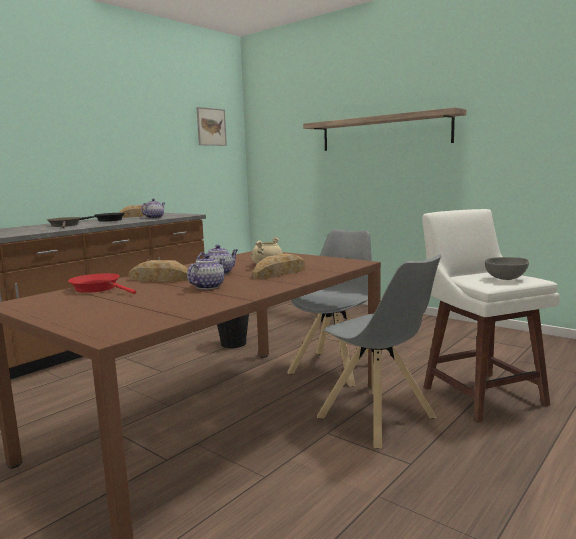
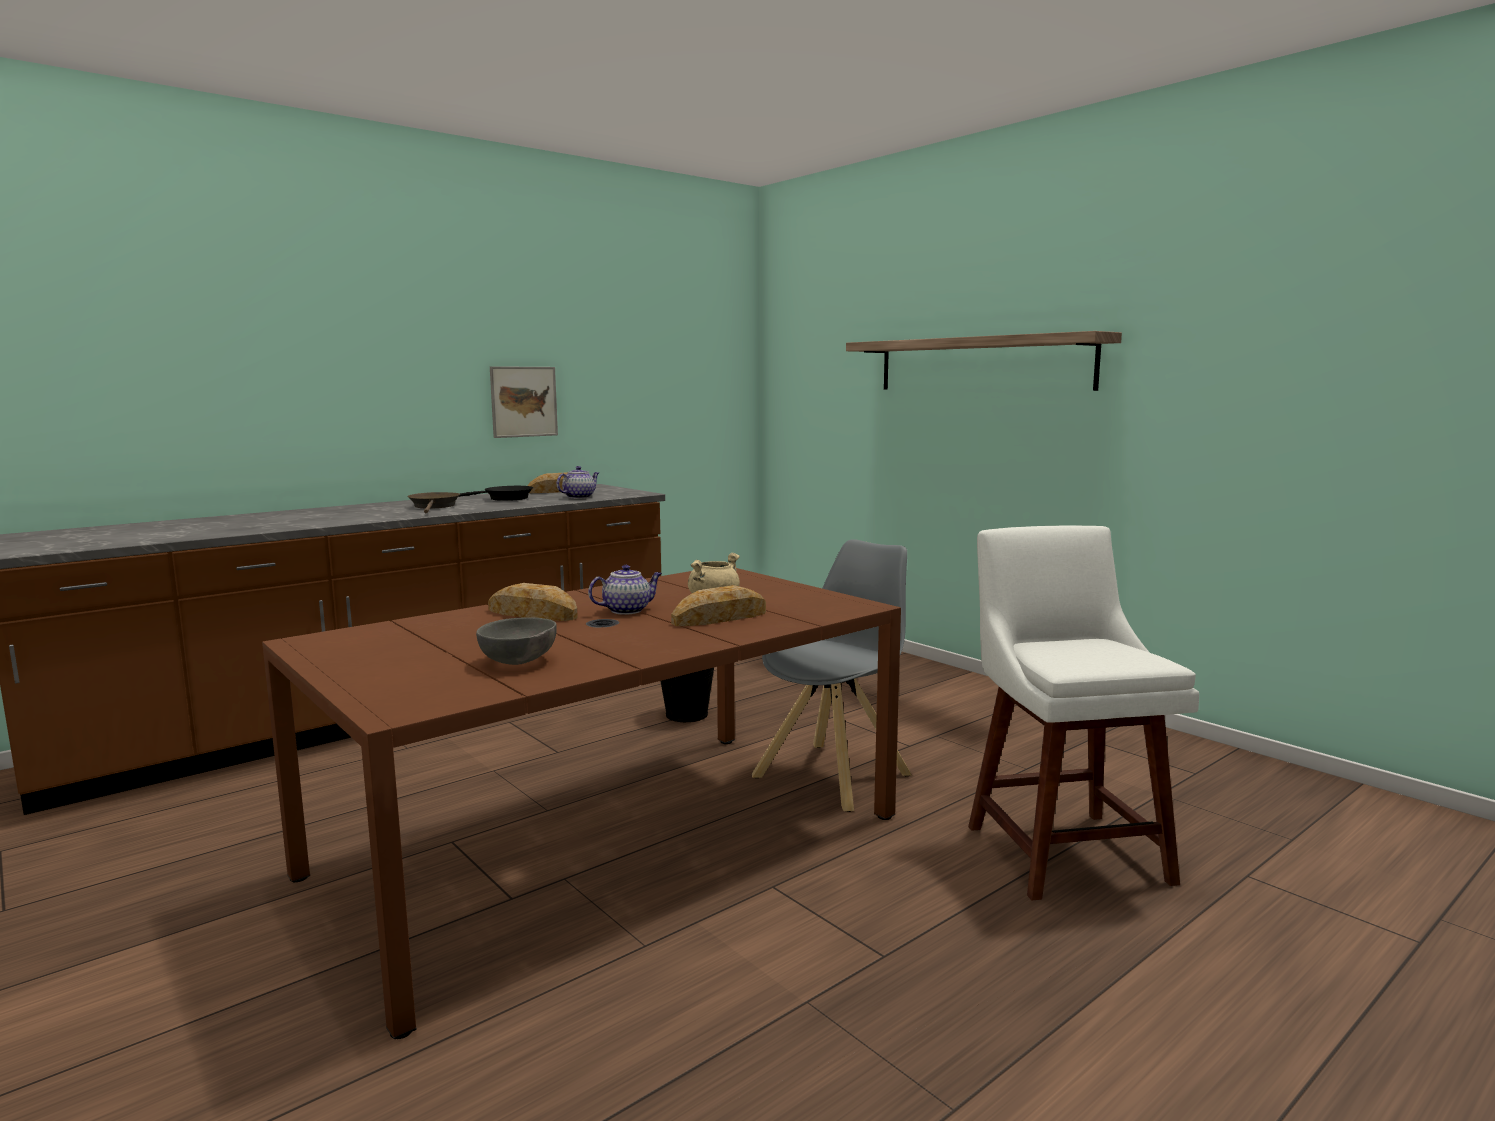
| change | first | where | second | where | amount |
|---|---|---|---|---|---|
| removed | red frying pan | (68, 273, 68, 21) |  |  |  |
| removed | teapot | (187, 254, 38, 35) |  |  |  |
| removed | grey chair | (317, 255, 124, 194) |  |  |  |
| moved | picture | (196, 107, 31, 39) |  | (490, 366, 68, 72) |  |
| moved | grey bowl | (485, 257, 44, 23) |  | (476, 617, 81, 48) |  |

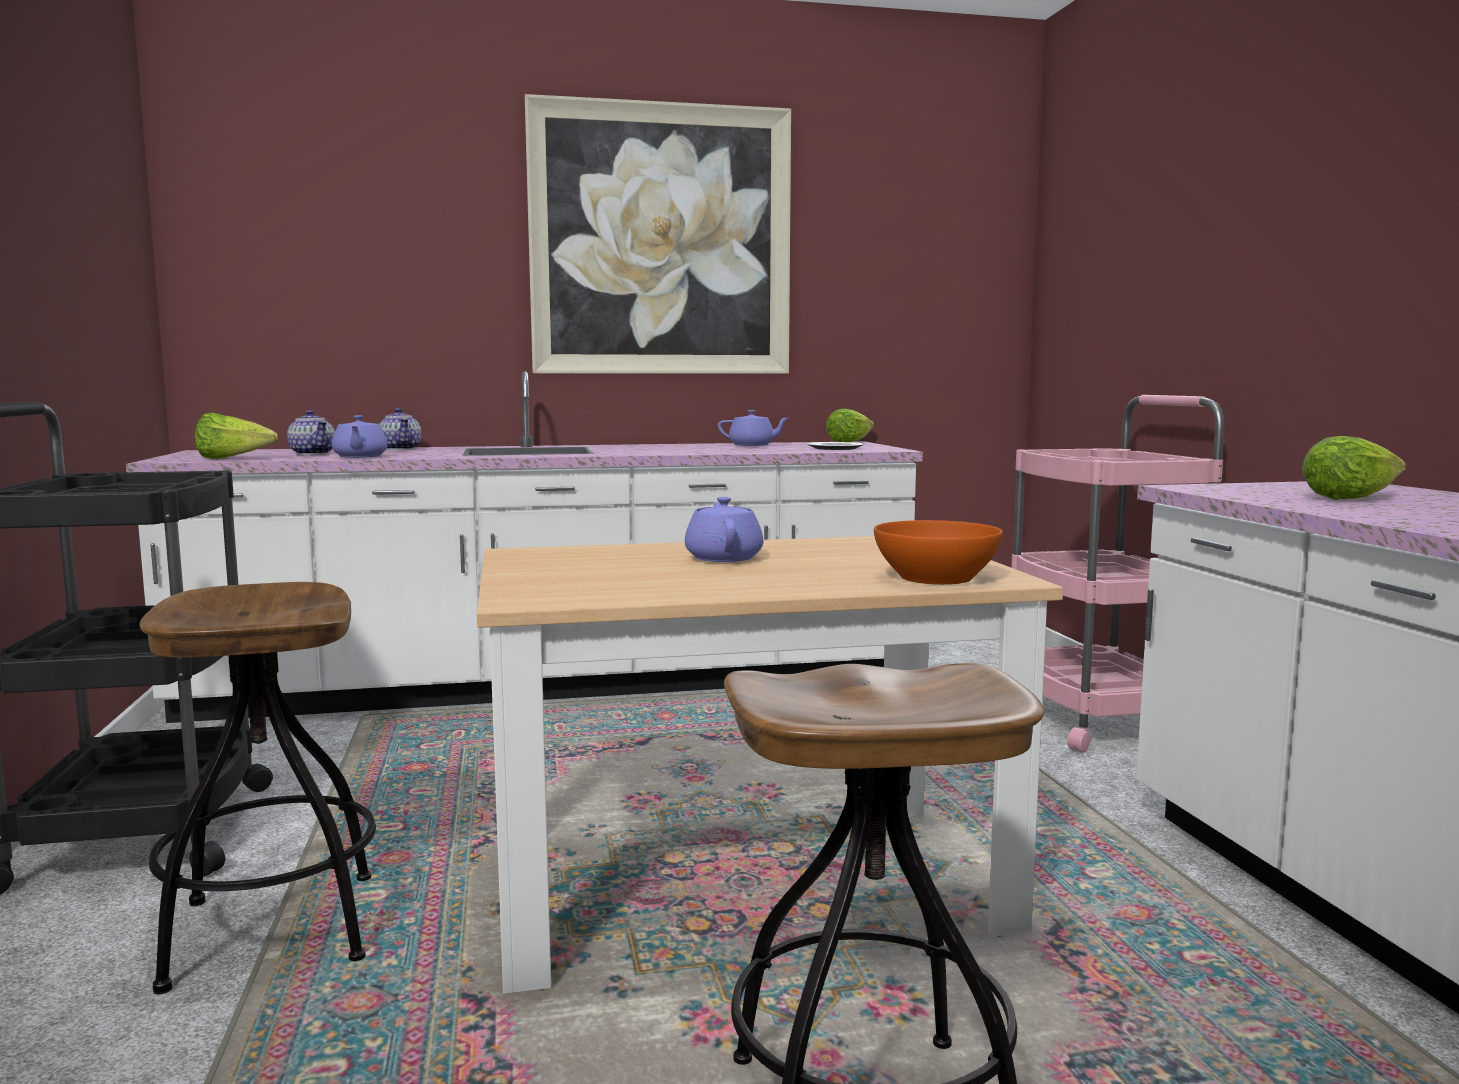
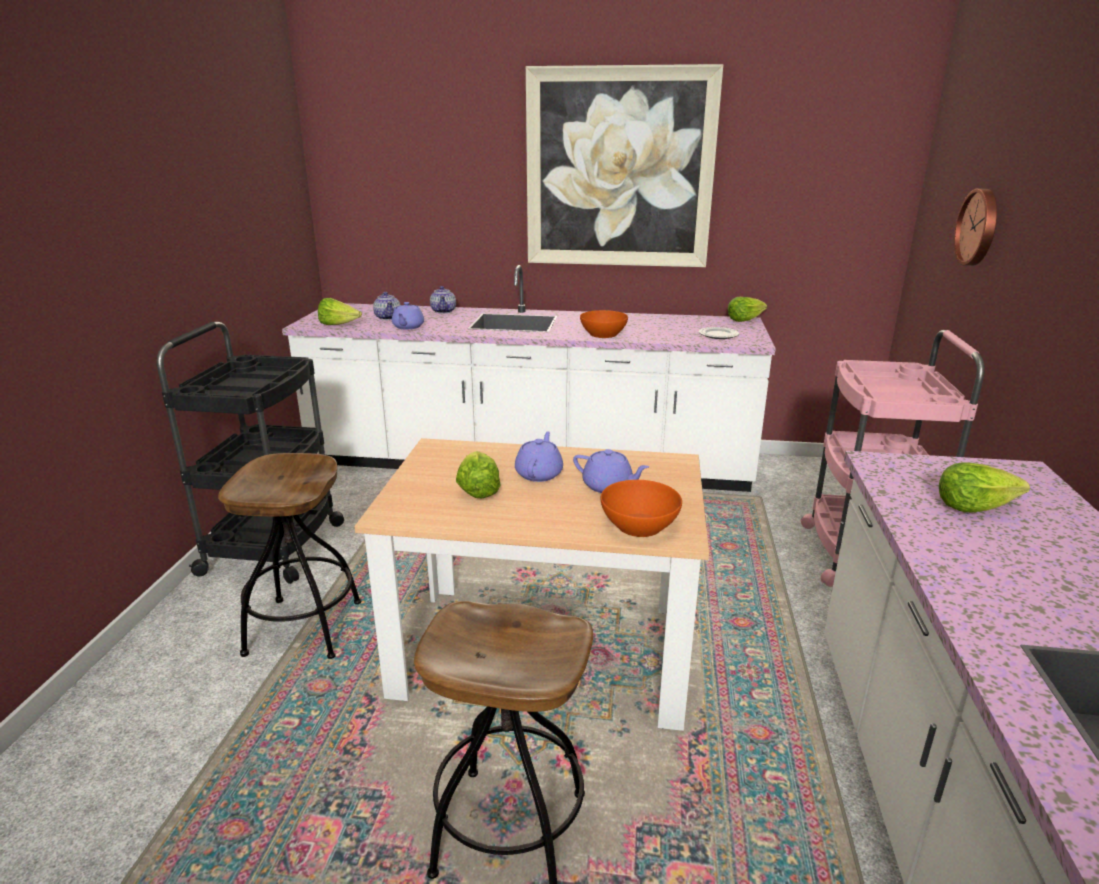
| change | first | where | second | where | amount |
|---|---|---|---|---|---|
| added |  |  | lettuce | (456, 451, 44, 47) |  |
| added |  |  | orange bowl | (580, 310, 48, 28) |  |
| added |  |  | wall clock | (954, 189, 43, 77) |  |
| moved | purple teapot | (718, 410, 71, 36) |  | (573, 449, 76, 44) |  |

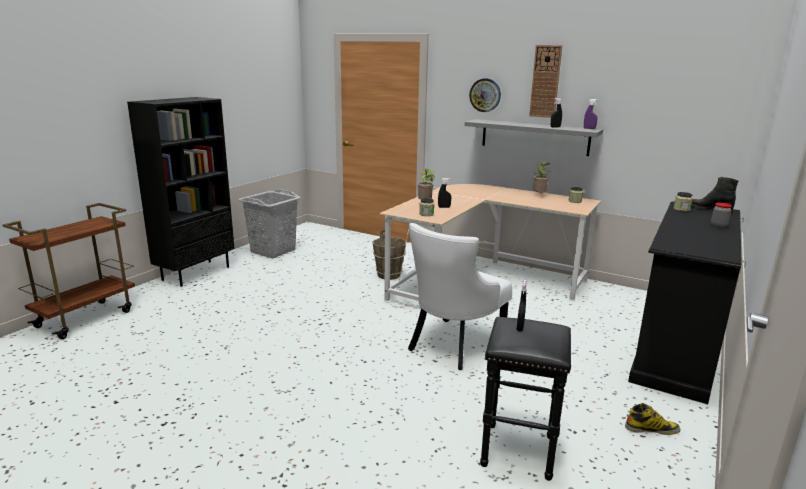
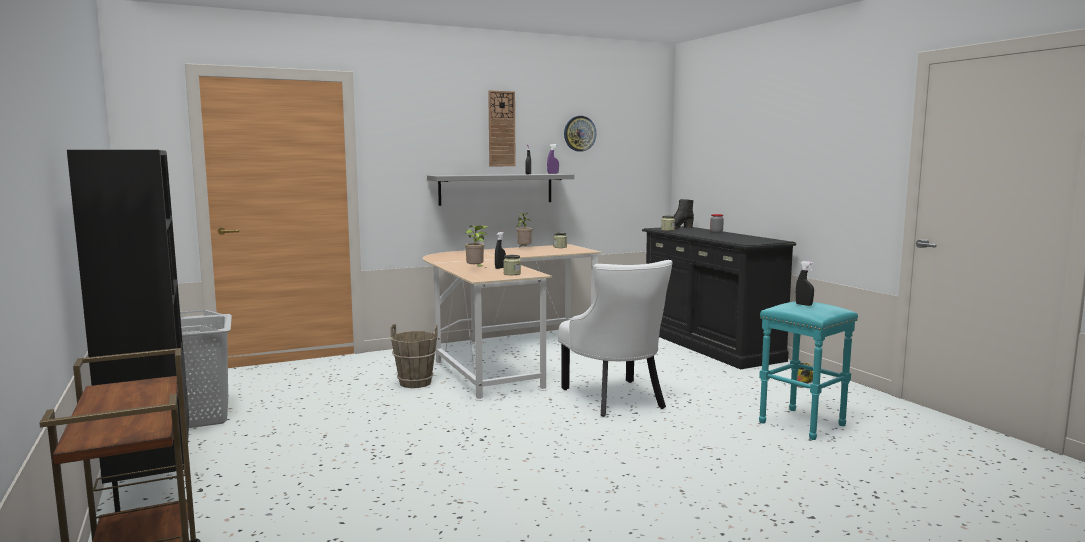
| change | first | where | second | where | amount |
|---|---|---|---|---|---|
| moved | wall clock | (469, 78, 32, 34) |  | (564, 116, 32, 36) |  |
| recoloured | black stool | (480, 317, 91, 164) | turquoise stool | (759, 302, 99, 138) |  |

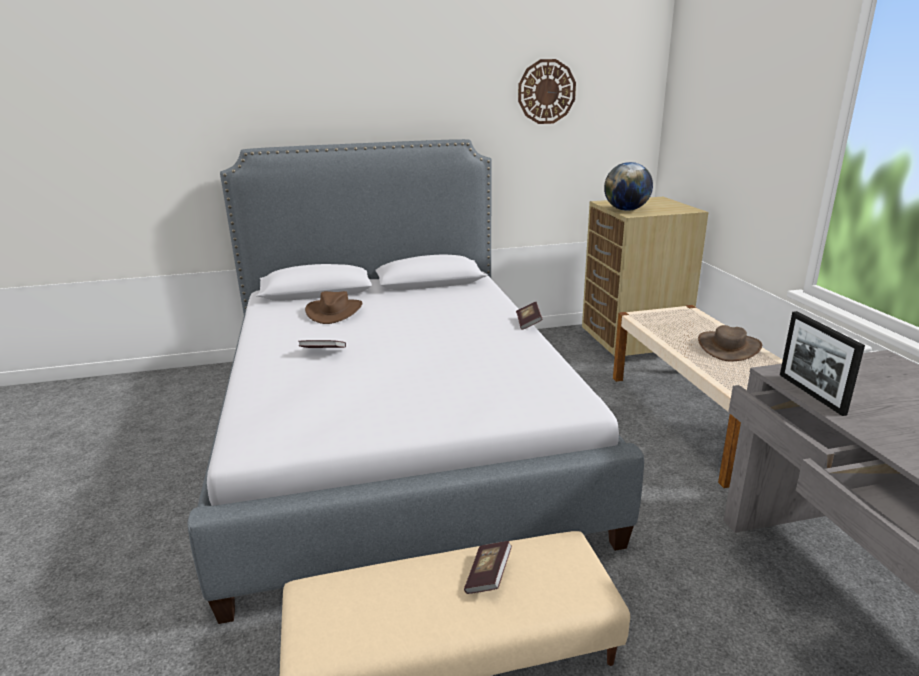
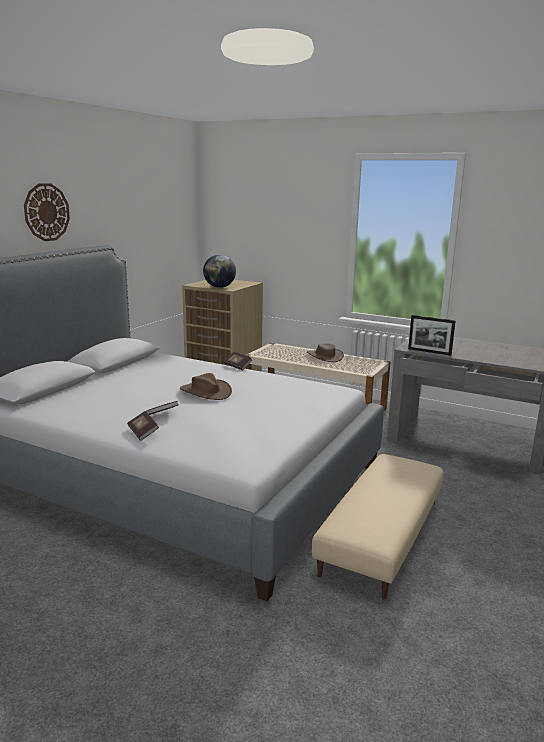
| change | first | where | second | where | amount |
|---|---|---|---|---|---|
| moved | brown hat | (305, 291, 57, 33) |  | (180, 373, 52, 27) |  |
| moved | book | (464, 541, 48, 53) |  | (127, 411, 32, 30) |  |
| moved | wall clock | (518, 59, 58, 65) |  | (24, 183, 46, 58) |  |

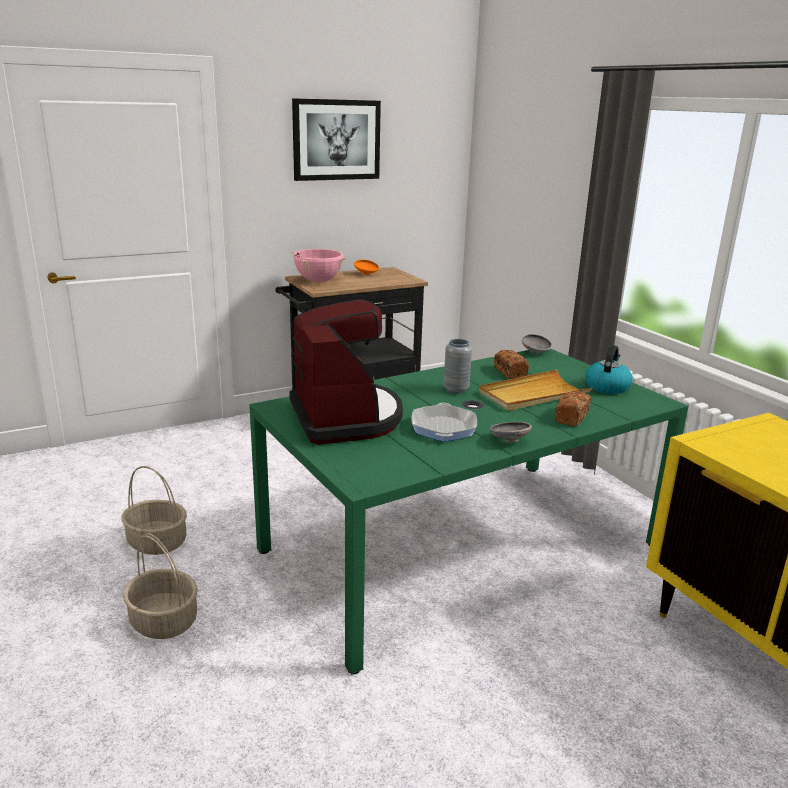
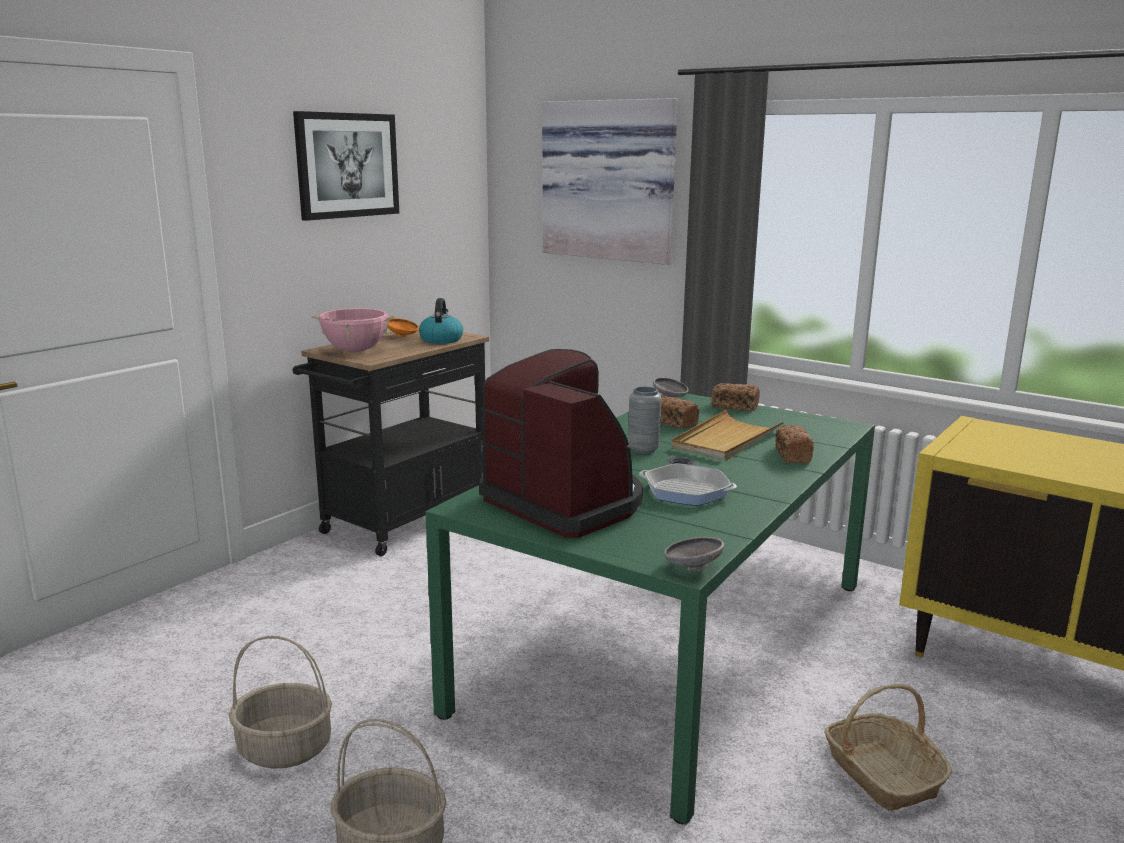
| change | first | where | second | where | amount |
|---|---|---|---|---|---|
| added |  |  | picture | (542, 98, 136, 167) |  |
| added |  |  | bread | (712, 383, 48, 28) |  |
| added |  |  | basket | (824, 684, 129, 127) |  |
| moved | grey bowl | (490, 422, 42, 21) |  | (664, 537, 60, 34) |  |
| moved | kettle | (585, 345, 48, 49) |  | (419, 298, 44, 46) |  |
| turned | frying pan | (411, 403, 66, 39) |  | (639, 463, 98, 43) | 45 degrees counterclockwise |

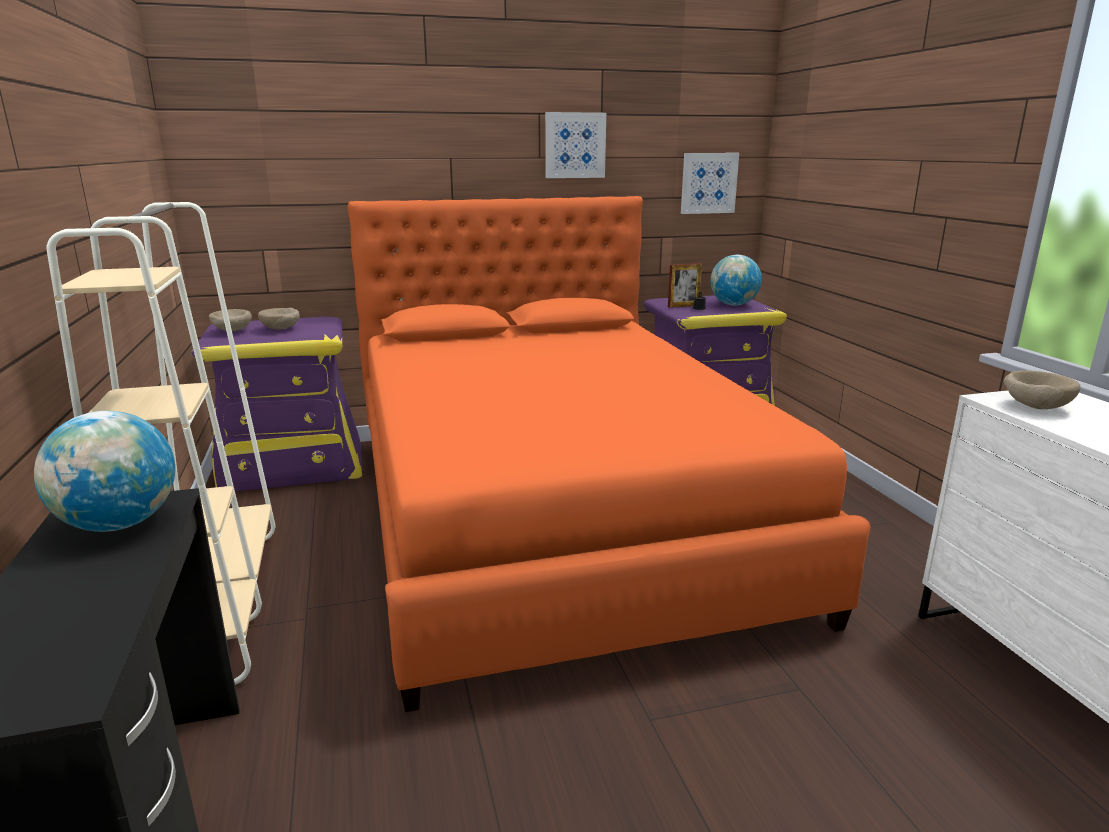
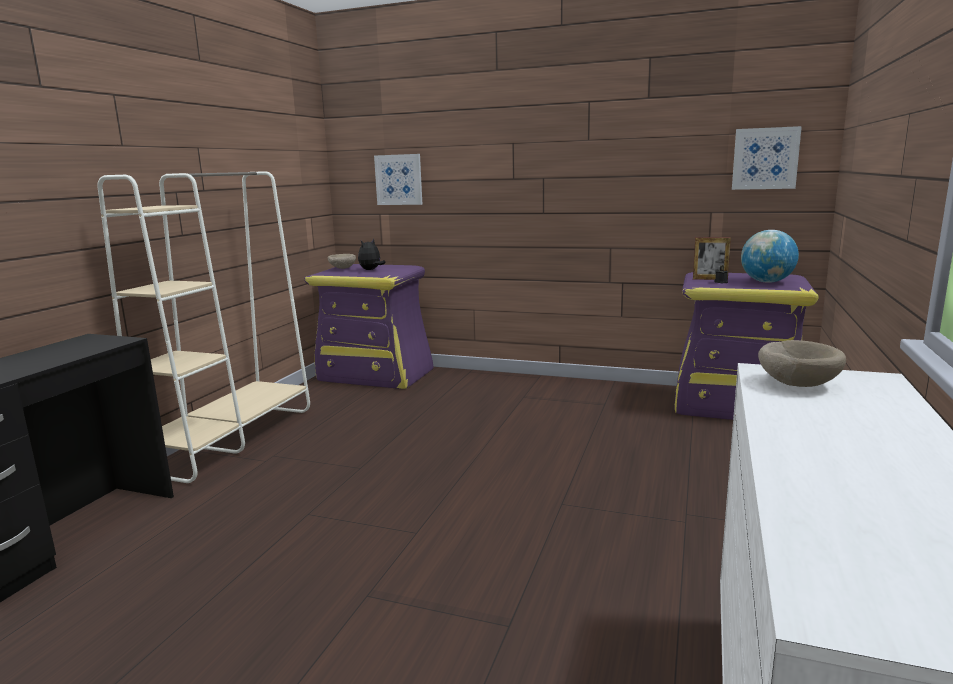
| change | first | where | second | where | amount |
|---|---|---|---|---|---|
| removed | globe | (34, 411, 141, 121) |  |  |  |
| removed | orange bed | (348, 196, 523, 516) |  |  |  |
| moved | picture | (545, 112, 61, 66) |  | (374, 154, 48, 51) |  |
| replaced | beige bowl | (258, 308, 42, 22) | plush toy | (358, 239, 28, 31) |  |

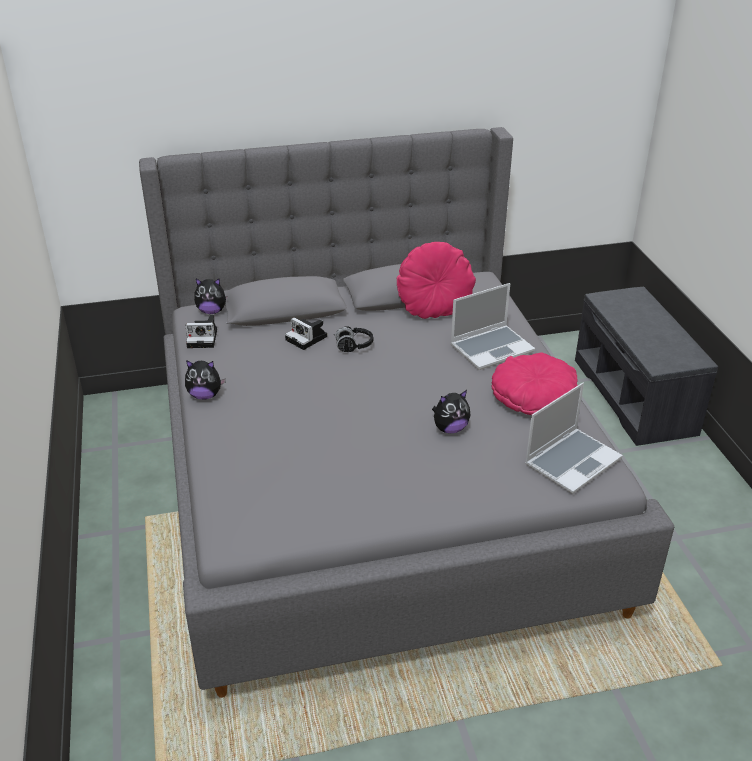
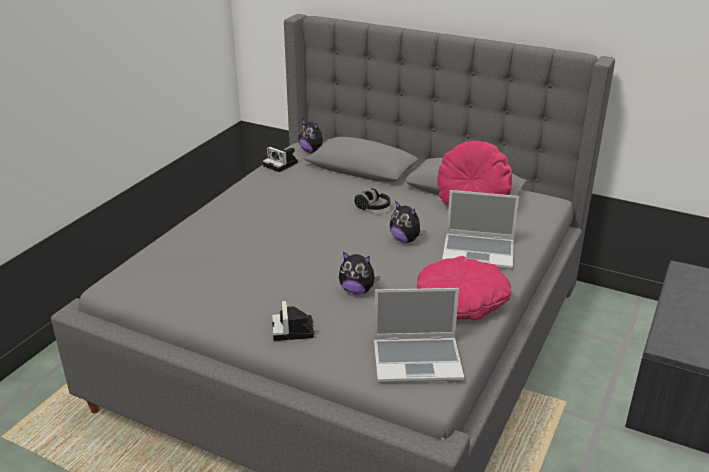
| change | first | where | second | where | amount |
|---|---|---|---|---|---|
| moved | plush toy | (185, 360, 41, 40) |  | (390, 202, 36, 41) |  |
| moved | photo camera | (285, 318, 42, 32) |  | (272, 301, 42, 40) |  |

